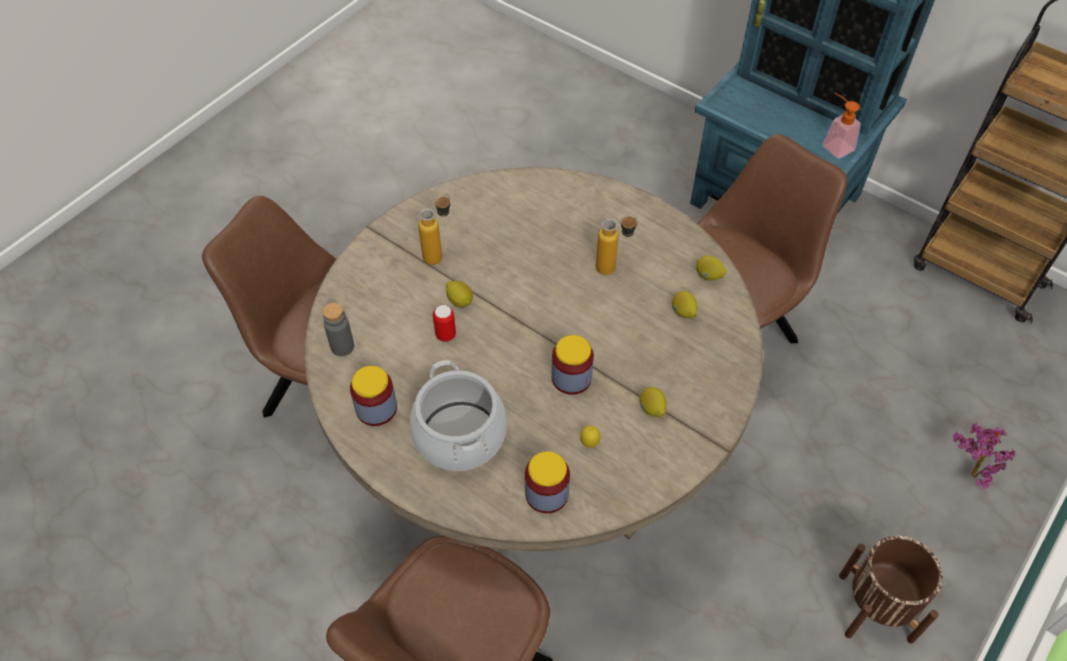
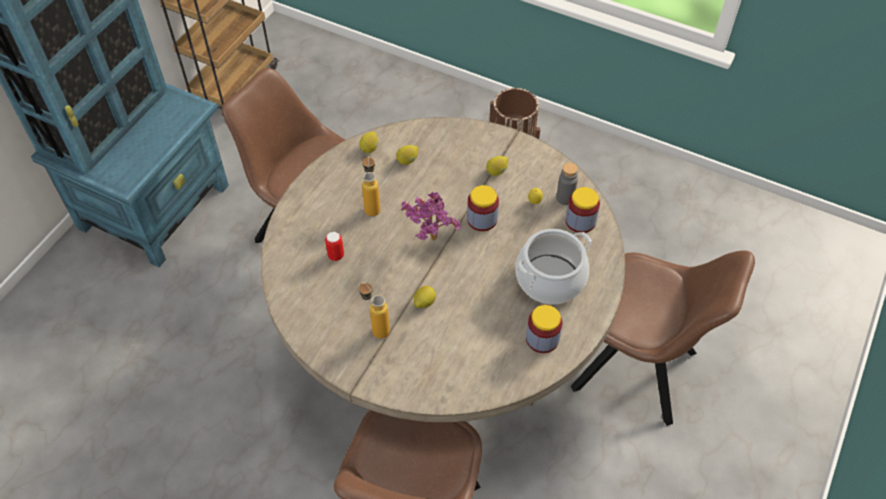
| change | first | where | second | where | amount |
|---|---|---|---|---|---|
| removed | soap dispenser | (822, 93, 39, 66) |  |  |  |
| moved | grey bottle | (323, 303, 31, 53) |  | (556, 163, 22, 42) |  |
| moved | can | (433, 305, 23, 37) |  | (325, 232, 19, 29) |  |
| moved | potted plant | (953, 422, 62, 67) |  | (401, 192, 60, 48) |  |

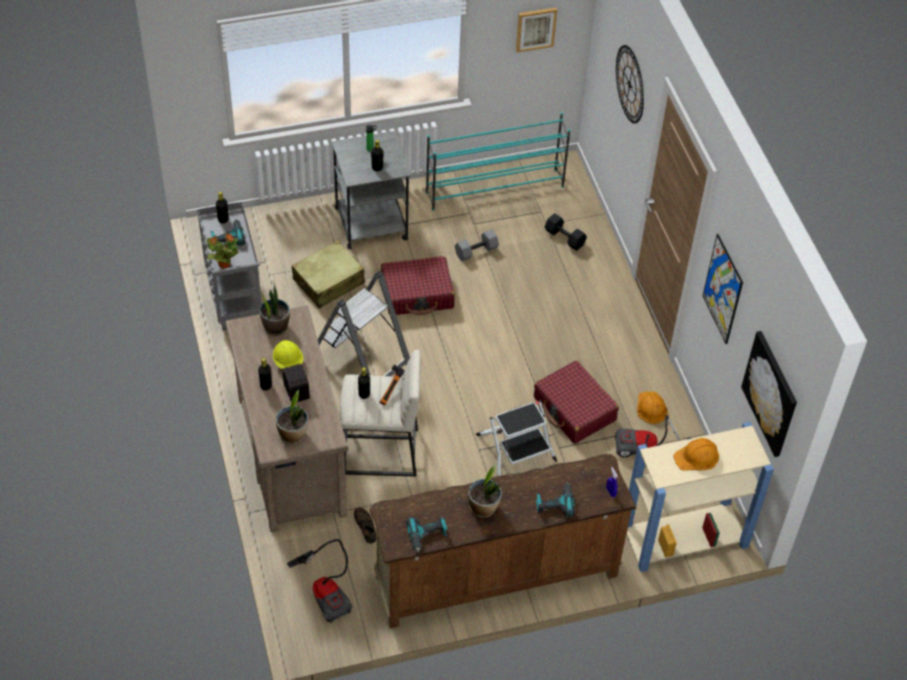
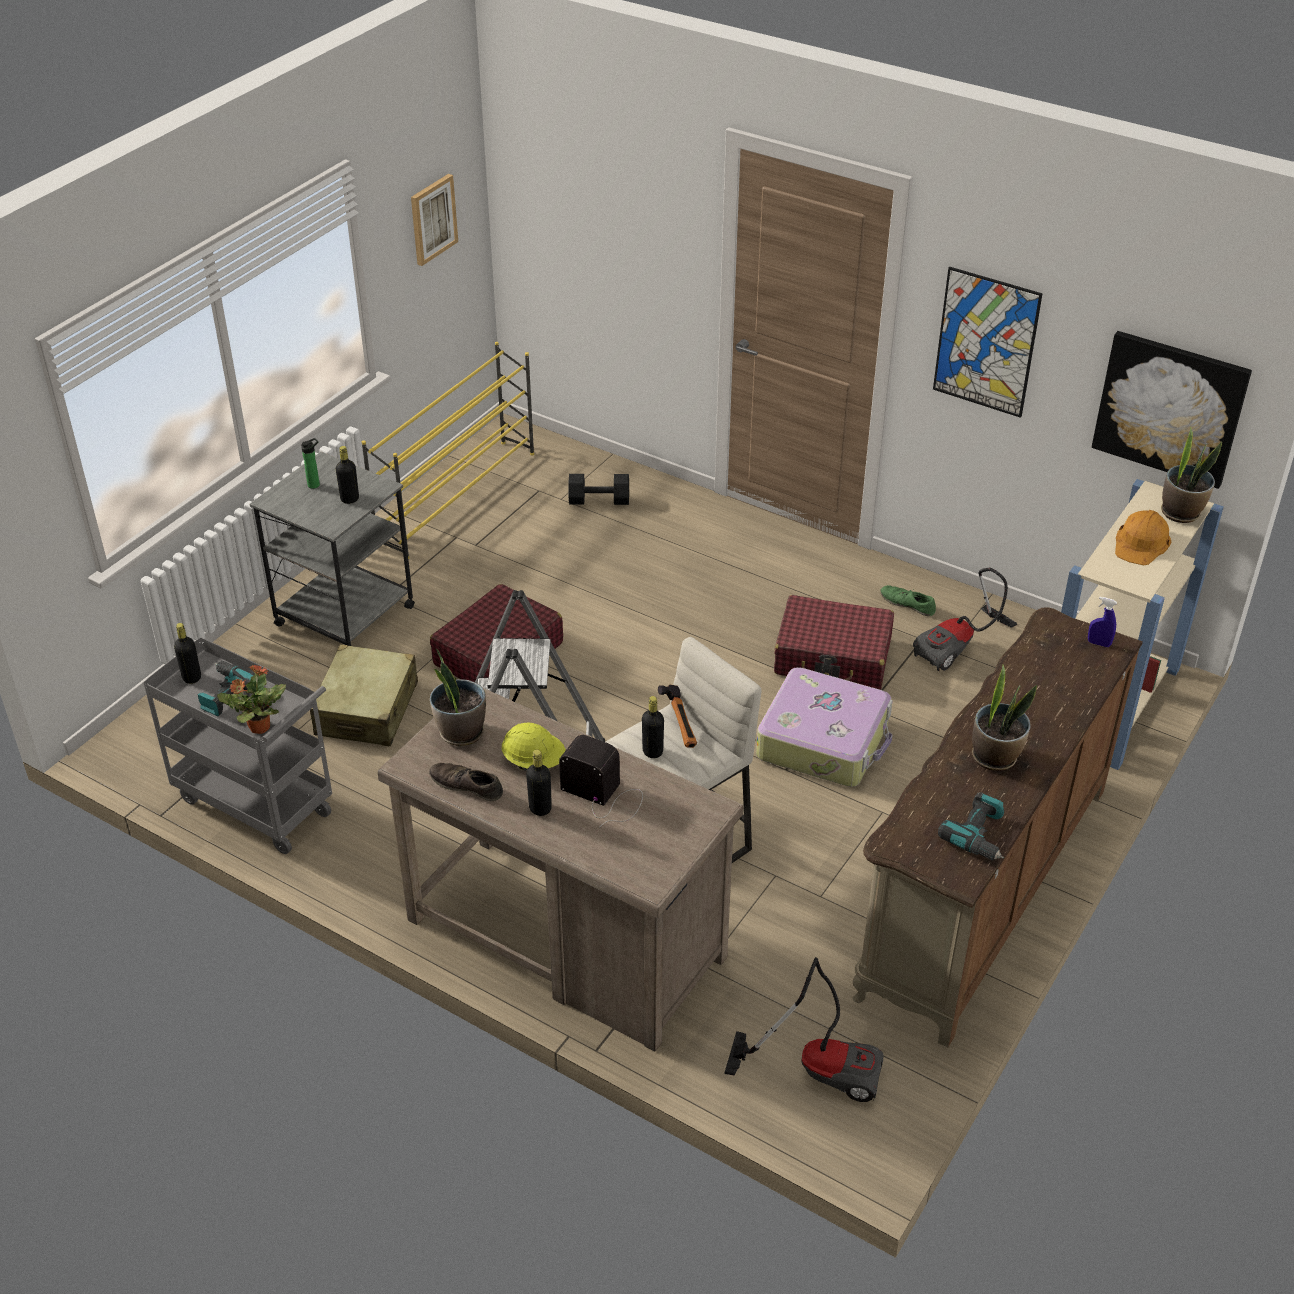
| change | first | where | second | where | amount |
|---|---|---|---|---|---|
| removed | grey dumbbell | (455, 229, 44, 32) |  |  |  |
| removed | power drill | (536, 482, 39, 35) |  |  |  |
| removed | wall clock | (616, 45, 28, 78) |  |  |  |
| moved | potted plant | (276, 389, 32, 55) |  | (1161, 427, 61, 96) |  |
| moved | brown shoe | (354, 507, 22, 37) |  | (429, 763, 74, 38) |  |
| replaced | step ladder | (476, 400, 81, 76) | suitcase | (756, 667, 137, 120) |  |
| replaced | orange hard hat | (637, 391, 31, 33) | green shoe | (880, 585, 56, 31) |  |
| recoloured | turquoise shoe rack | (426, 112, 144, 99) | yellow shoe rack | (362, 342, 172, 217) |  |

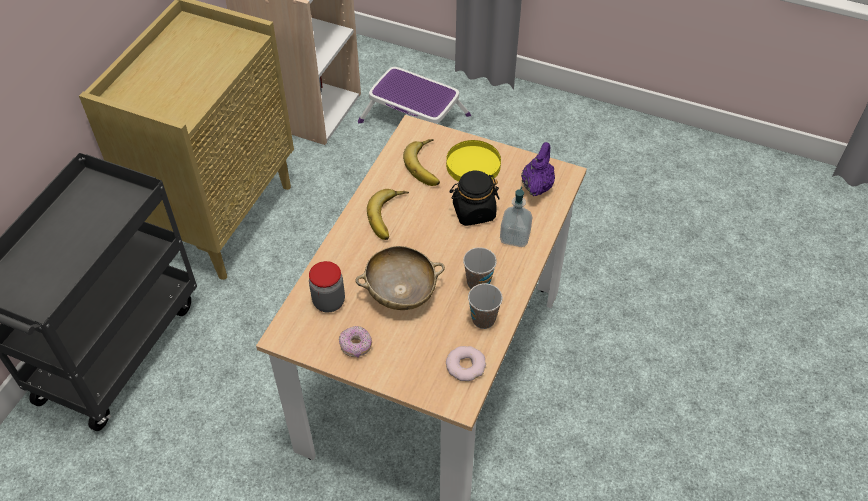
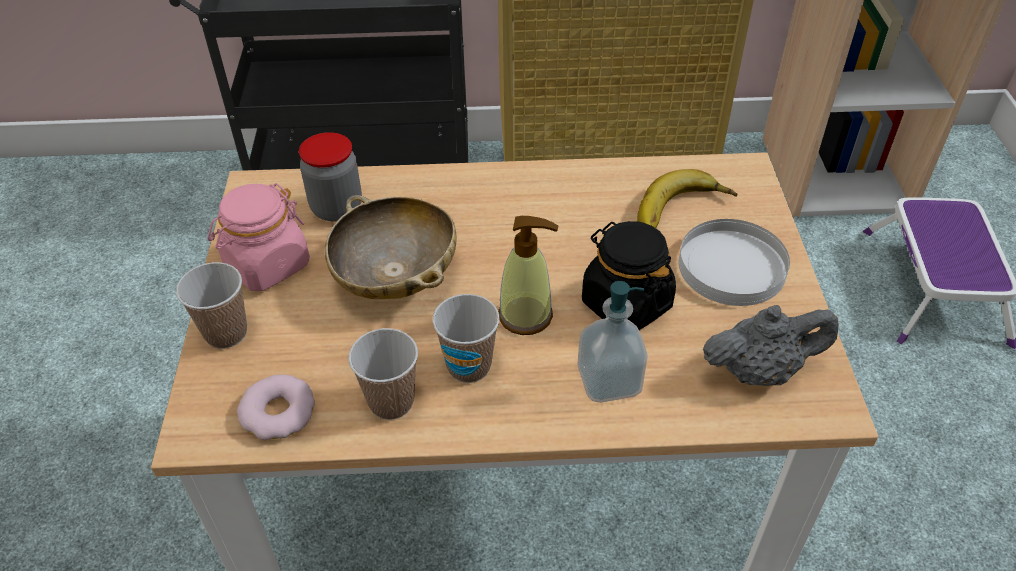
| change | first | where | second | where | amount |
|---|---|---|---|---|---|
| removed | banana | (367, 189, 42, 51) |  |  |  |
| added |  |  | cup | (176, 262, 71, 87) |  |
| added |  |  | soap dispenser | (498, 216, 60, 119) |  |
| replaced | donut | (339, 326, 33, 32) | pink jar | (207, 183, 103, 108) |  |
| recoloured | yellow plate | (446, 140, 55, 42) | white plate | (679, 219, 111, 87) |  |
| recoloured | purple teapot | (521, 142, 34, 54) | grey teapot | (703, 305, 136, 81) |  |

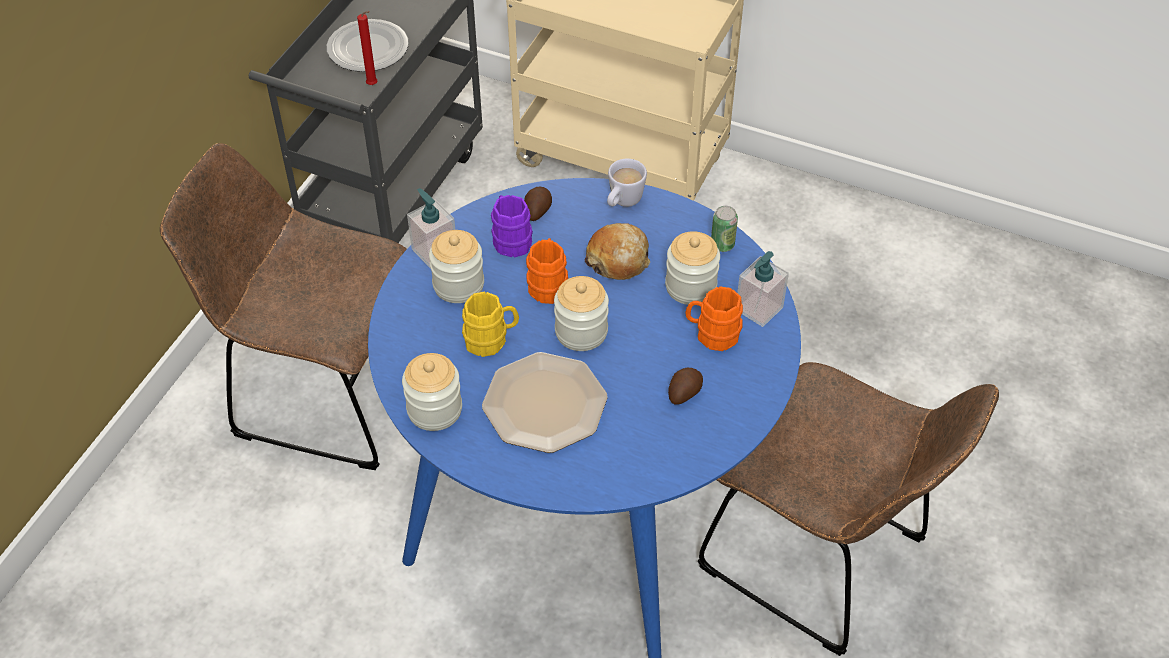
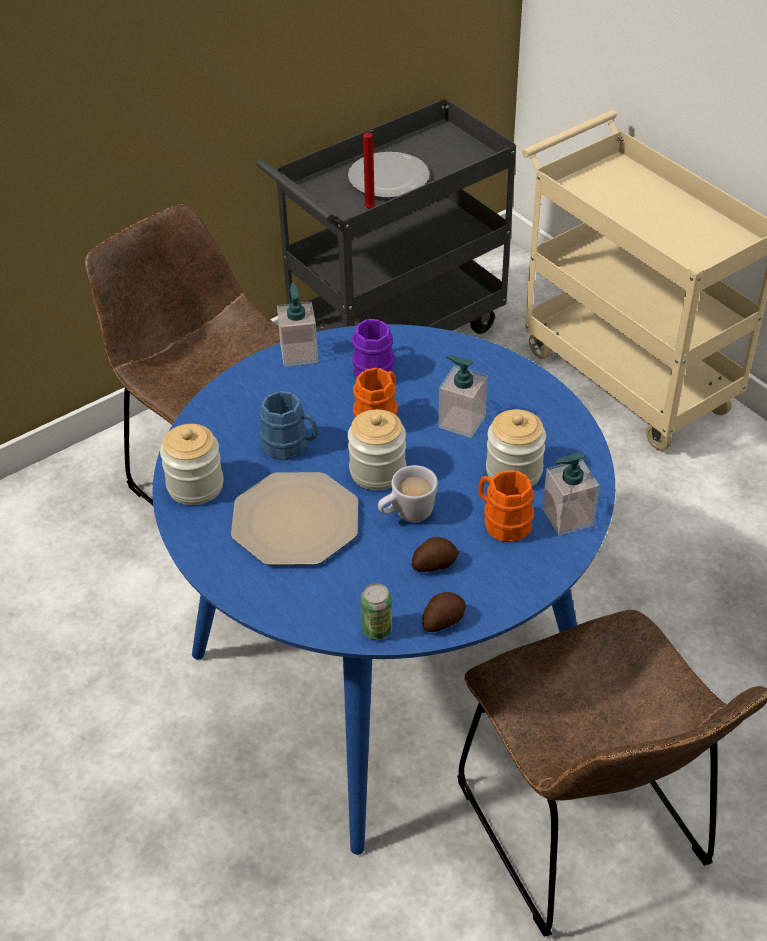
| change | first | where | second | where | amount |
|---|---|---|---|---|---|
| removed | jar | (429, 230, 55, 73) |  |  |  |
| moved | potato | (524, 187, 28, 34) |  | (423, 592, 43, 40) |  |
| moved | white mug | (607, 159, 40, 48) |  | (378, 465, 60, 57) |  |
| moved | can | (711, 206, 27, 46) |  | (361, 583, 31, 57) |  |
| replaced | bread | (585, 223, 65, 57) | soap dispenser | (439, 355, 49, 83) |  |
| recoloured | yellow mug | (462, 292, 57, 65) | blue mug | (259, 391, 59, 70) |  |

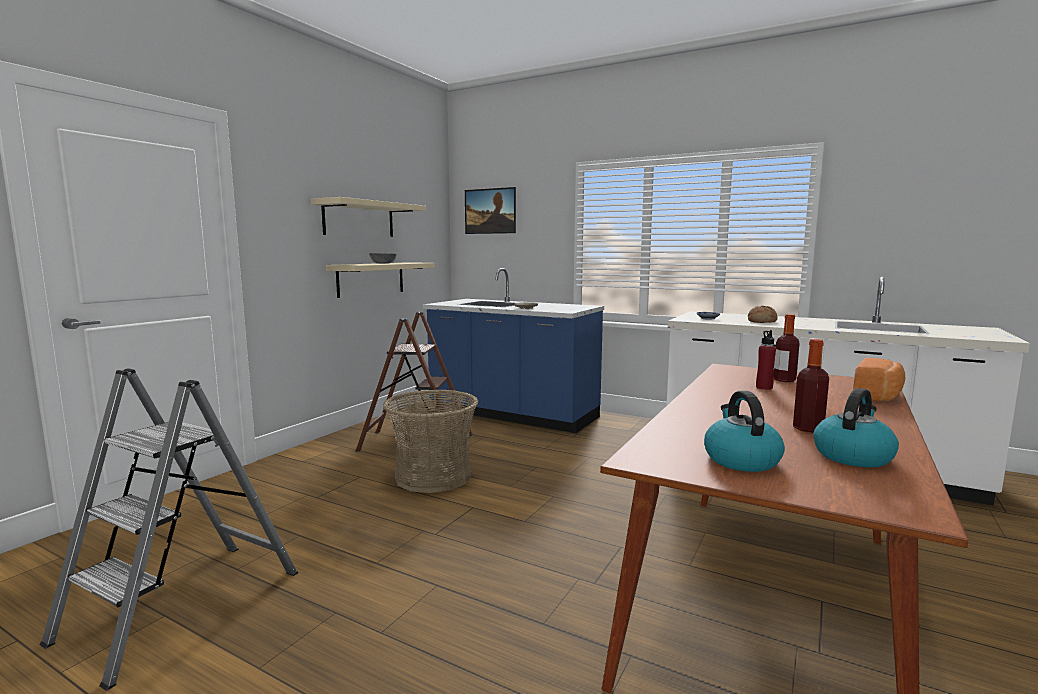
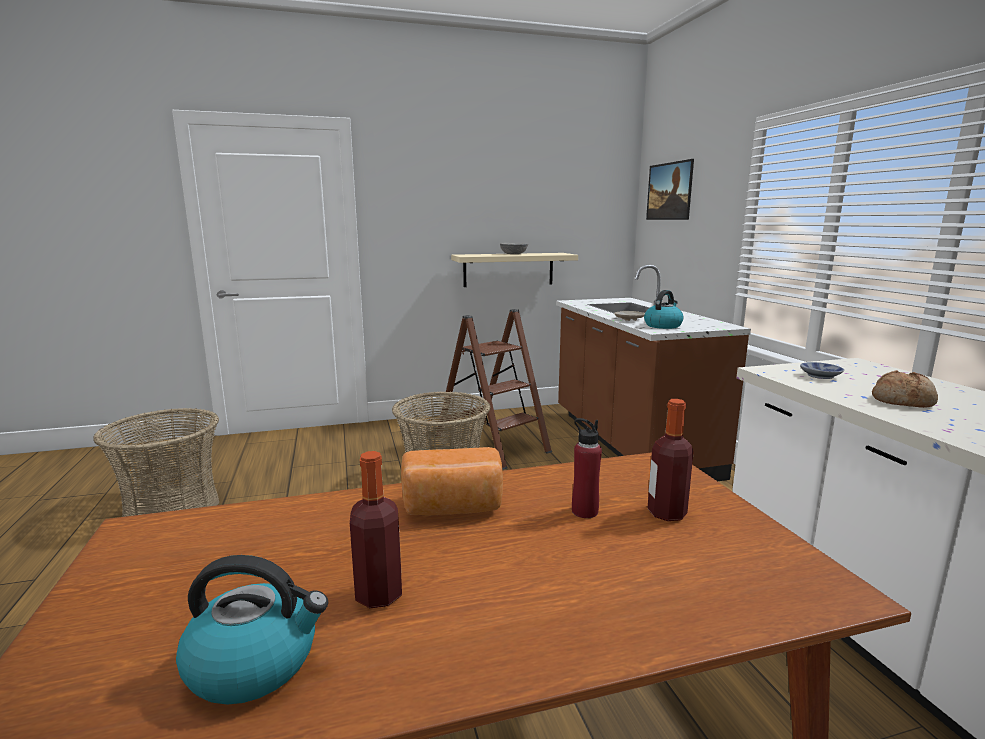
| change | first | where | second | where | amount |
|---|---|---|---|---|---|
| removed | beige shelf | (311, 197, 115, 40) |  |  |  |
| moved | kettle | (704, 391, 81, 81) |  | (644, 290, 40, 39) |  |
| moved | bread | (853, 358, 53, 44) |  | (401, 447, 102, 68) |  |
| replaced | grey step ladder | (39, 368, 260, 323) | basket | (93, 408, 126, 109) |  |
| recoloured | blue counter | (423, 268, 181, 165) | brown counter | (556, 265, 195, 216) |  |

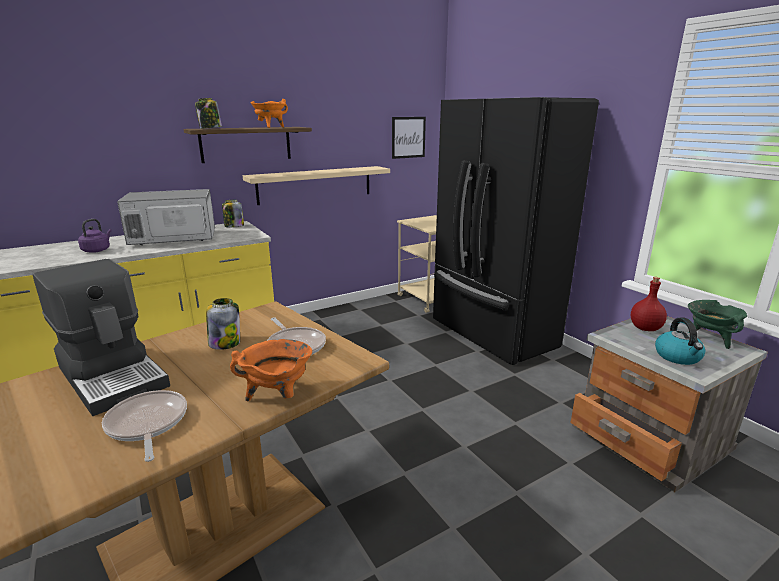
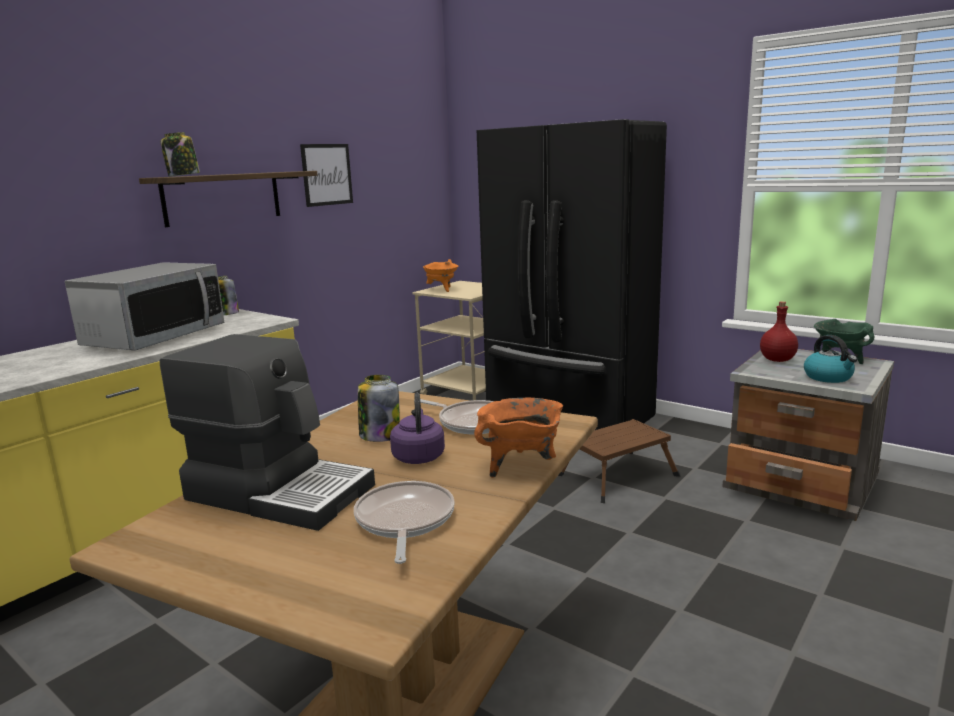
| change | first | where | second | where | amount |
|---|---|---|---|---|---|
| removed | beige shelf | (243, 166, 147, 39) |  |  |  |
| added |  |  | brown step ladder | (558, 419, 122, 84) |  |
| moved | purple kettle | (78, 219, 34, 34) |  | (390, 393, 55, 71) |  |
| moved | orange cooking pot | (250, 99, 38, 29) |  | (423, 259, 35, 33) |  |
| moved | picture | (392, 117, 34, 42) |  | (300, 144, 53, 63) |  |
| turned | frying pan | (102, 390, 85, 72) |  | (354, 481, 101, 83) | 45 degrees clockwise |
| turned | microwave | (117, 189, 98, 56) |  | (65, 262, 159, 89) | 150 degrees clockwise |

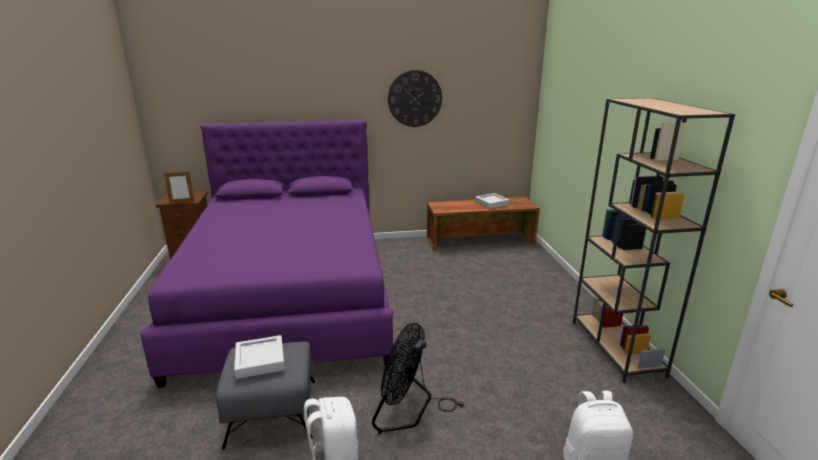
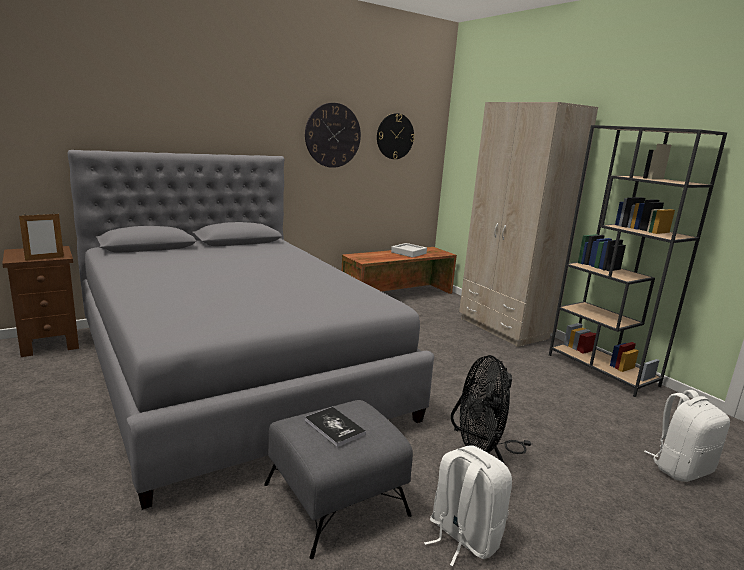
| change | first | where | second | where | amount |
|---|---|---|---|---|---|
| added |  |  | wall clock | (377, 113, 38, 46) |  |
| added |  |  | beige wardrobe | (459, 102, 139, 245) |  |
| replaced | grey tray | (234, 335, 51, 44) | book | (305, 407, 61, 40) |  |
| recoloured | purple bed | (140, 120, 253, 268) | grey bed | (68, 150, 366, 360) |  |

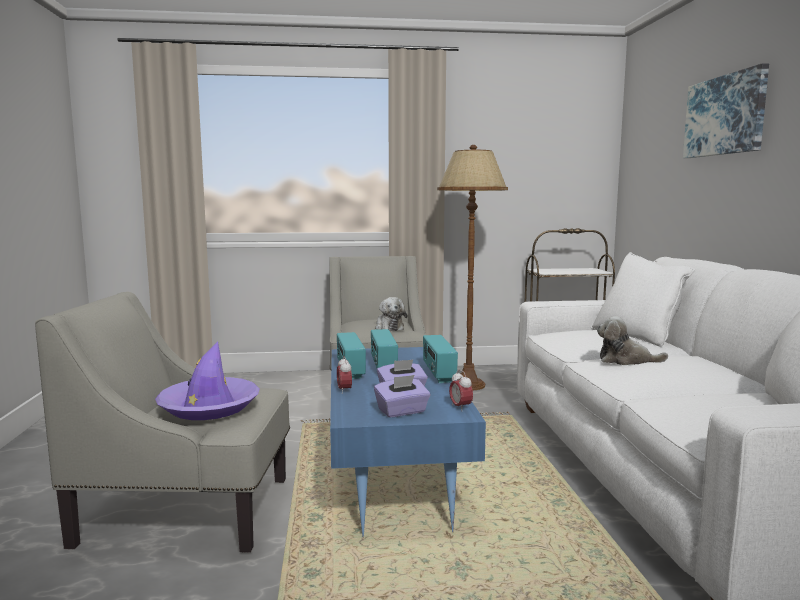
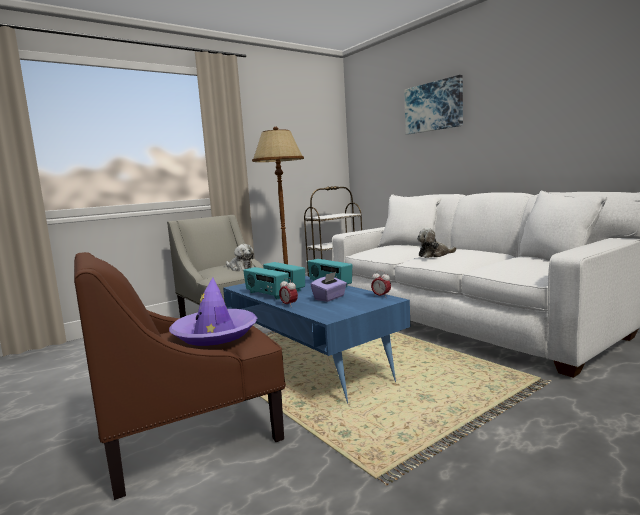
| change | first | where | second | where | amount |
|---|---|---|---|---|---|
| removed | purple tissue box | (374, 375, 56, 43) |  |  |  |
| recoloured | grey armchair | (35, 292, 255, 261) | brown armchair | (74, 252, 212, 248) |  |

